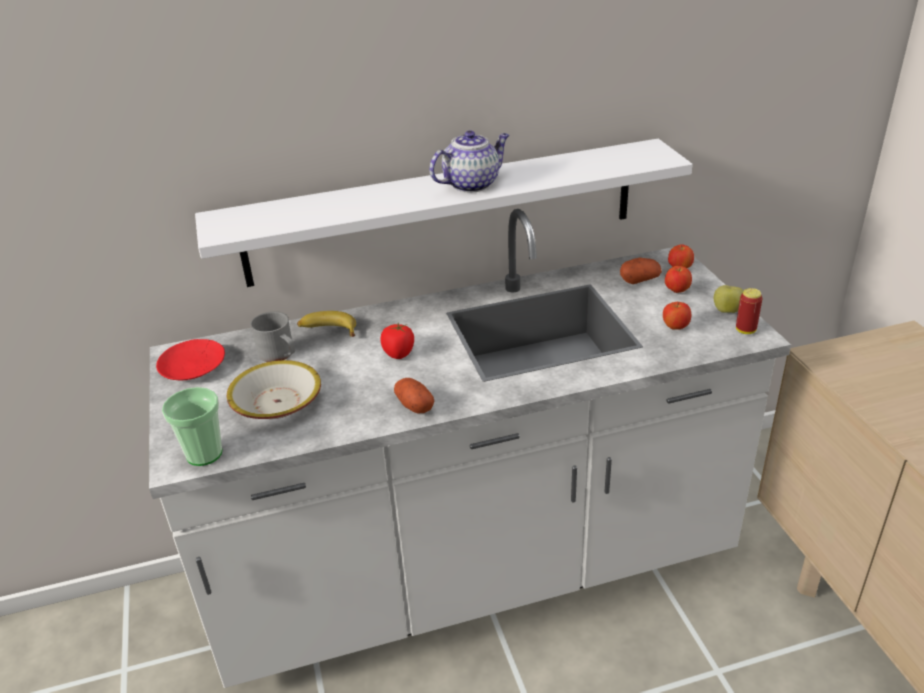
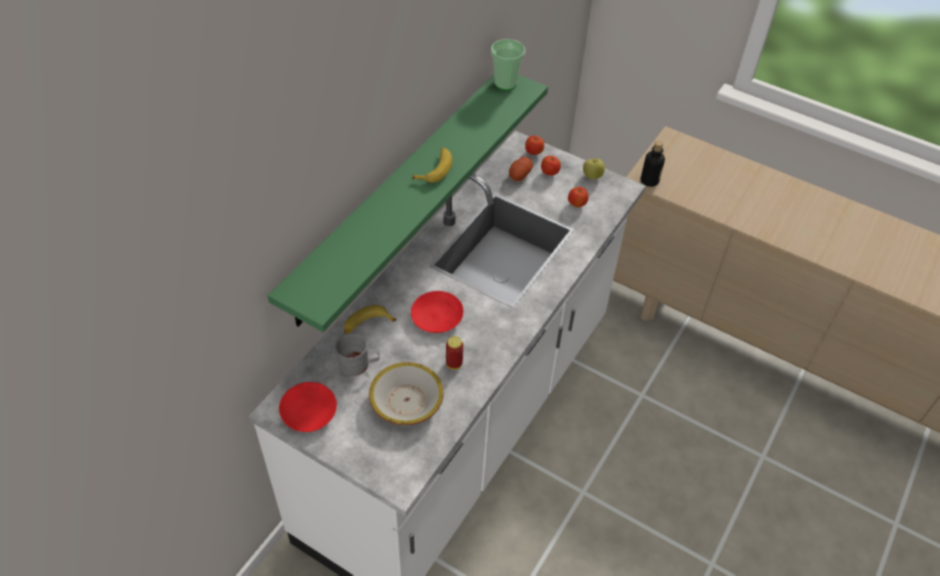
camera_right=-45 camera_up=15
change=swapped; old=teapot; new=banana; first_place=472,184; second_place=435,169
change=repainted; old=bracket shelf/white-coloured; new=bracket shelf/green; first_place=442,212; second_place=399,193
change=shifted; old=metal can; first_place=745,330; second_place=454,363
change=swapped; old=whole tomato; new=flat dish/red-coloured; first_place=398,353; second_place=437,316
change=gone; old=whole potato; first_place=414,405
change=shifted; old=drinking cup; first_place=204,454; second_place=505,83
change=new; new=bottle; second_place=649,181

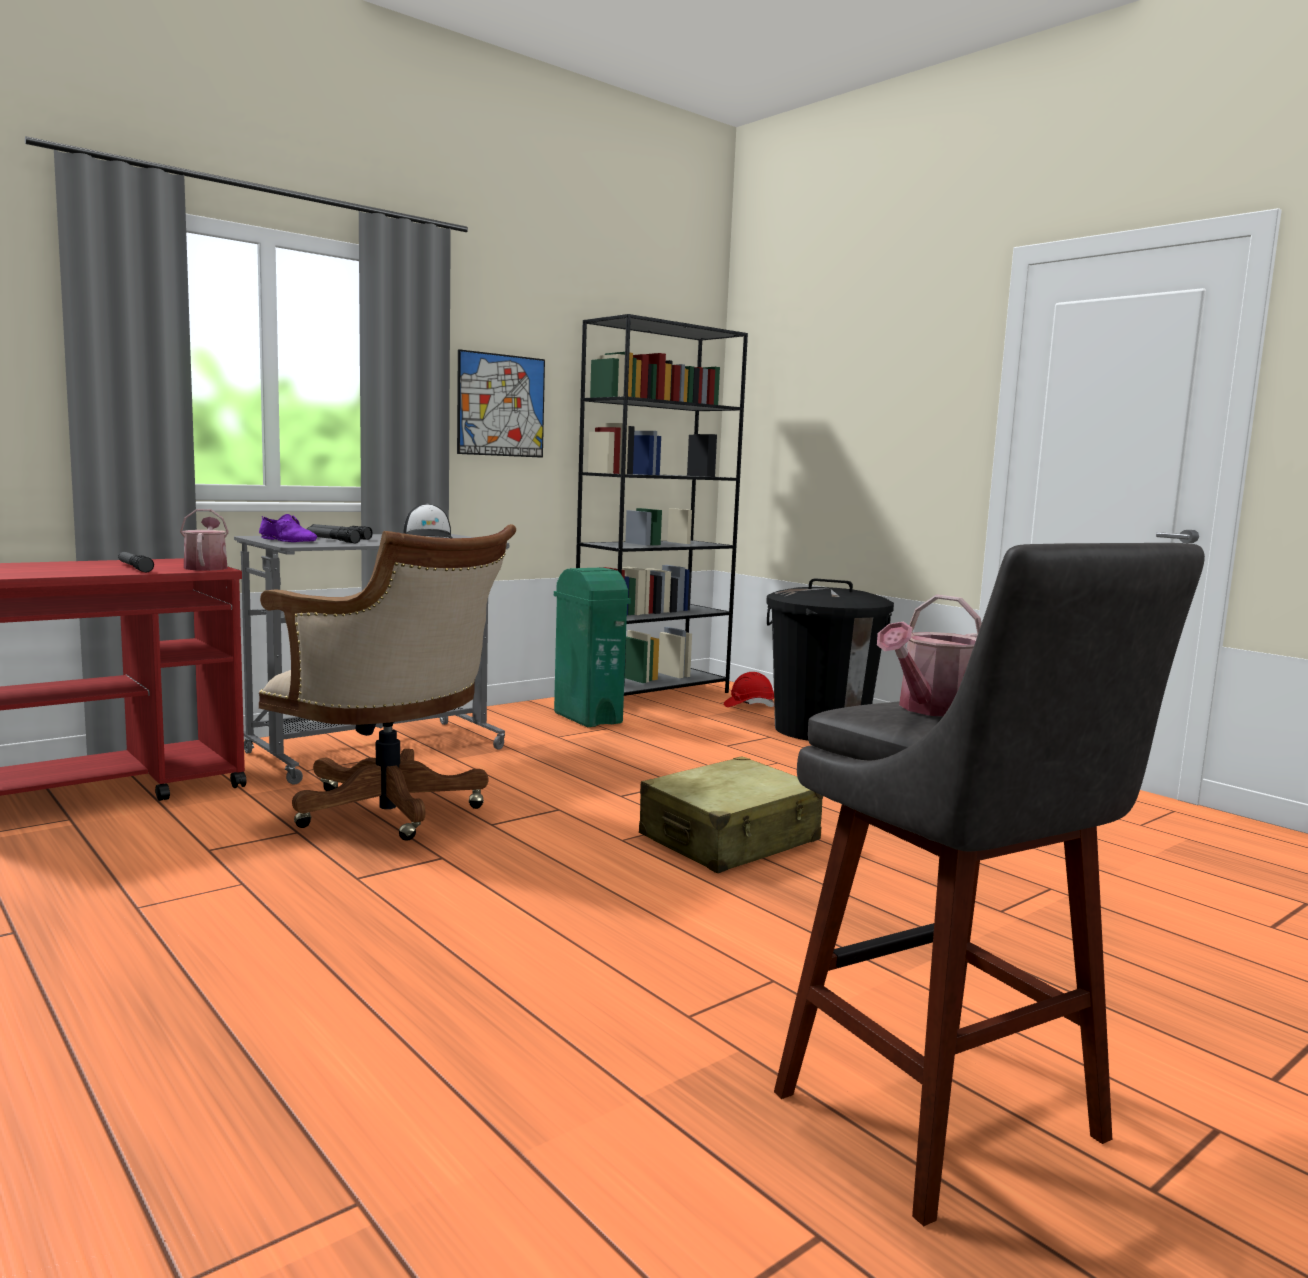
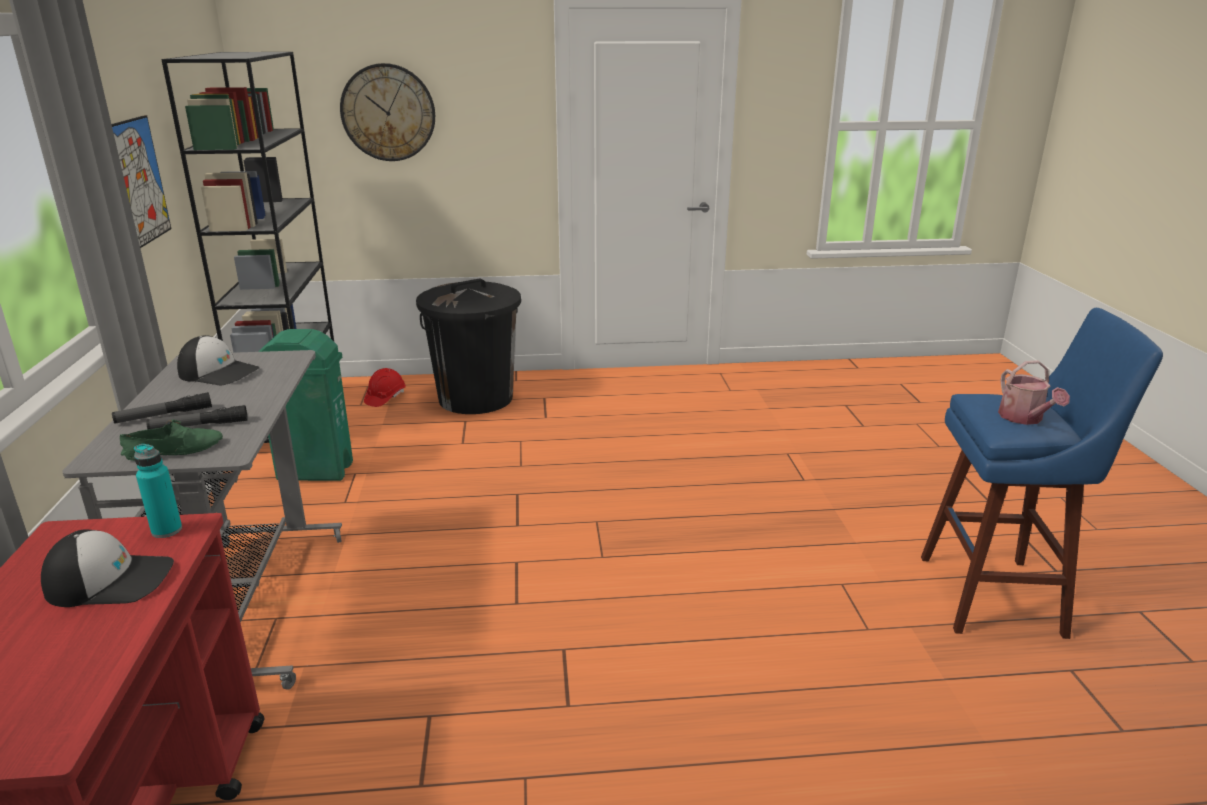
camera_right=-55 camera_up=15
change=swapped; old=watering pot; new=bottle/blue-green; first_place=206,567; second_place=167,530
change=repainted; old=item of footwear/purple-coloured; new=item of footwear/green; first_place=288,540; second_place=174,450
change=gone; old=desk chair; first_place=394,811
change=repainted; old=stool/greyish; new=stool/bluish; first_place=947,1124; second_place=997,596
change=swapped; old=hand torch; new=baseball cap; first_place=134,568; second_place=111,580
change=gone; old=suitcase/sand-coloured; first_place=730,839
change=new; new=clock on the wall; second_place=388,113

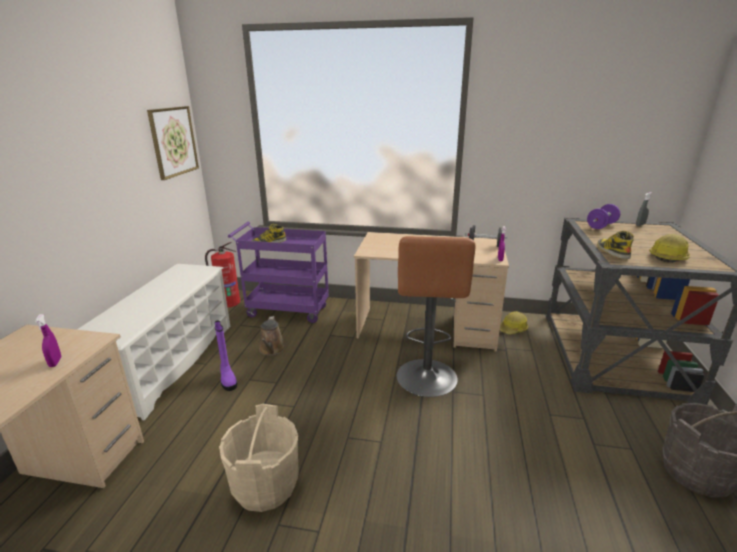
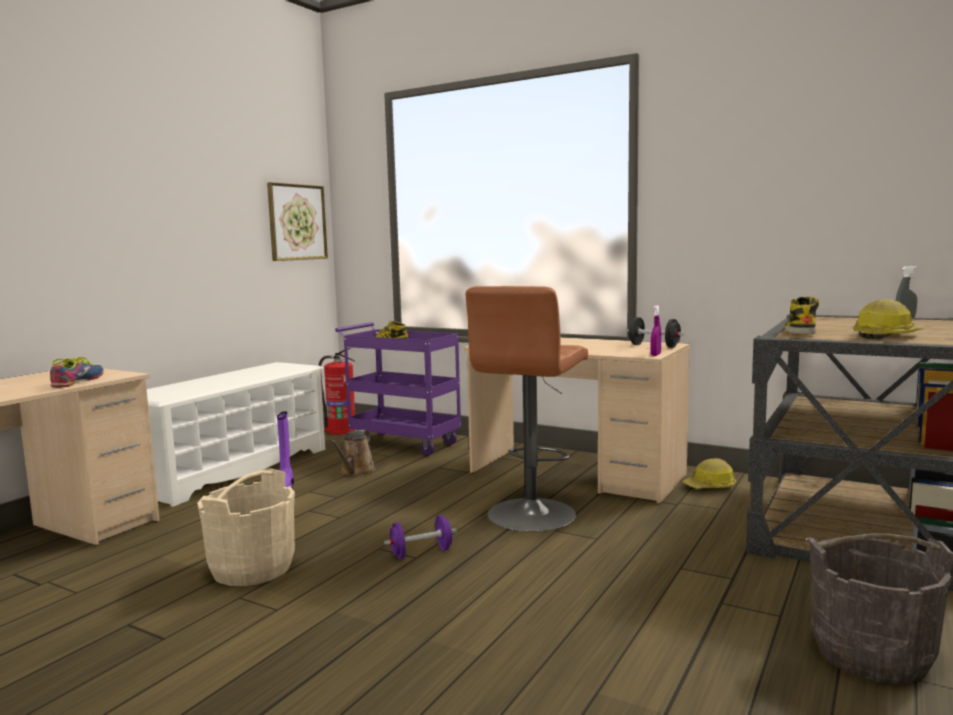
camera_right=20 camera_up=-15
change=shifted; old=dumbbell/purple-coloured; first_place=601,226; second_place=421,553
change=swapped; old=hand sprayer/purple-coloured; new=item of footwear; first_place=55,362; second_place=77,381

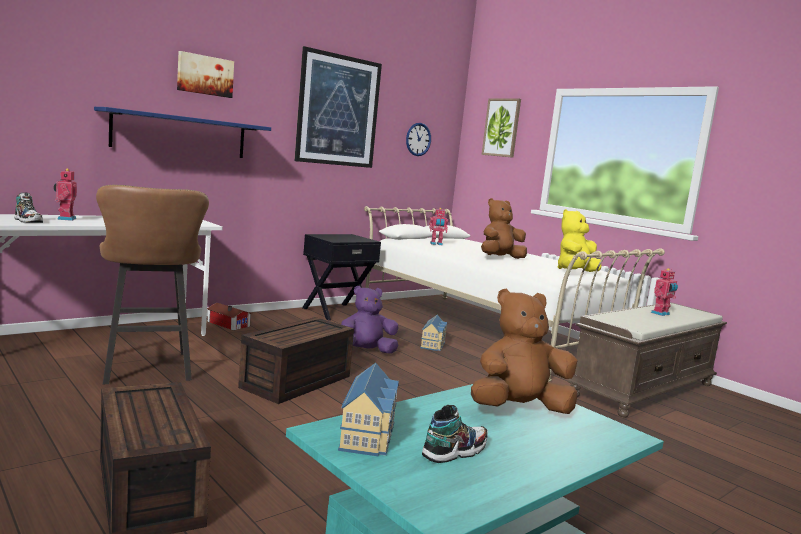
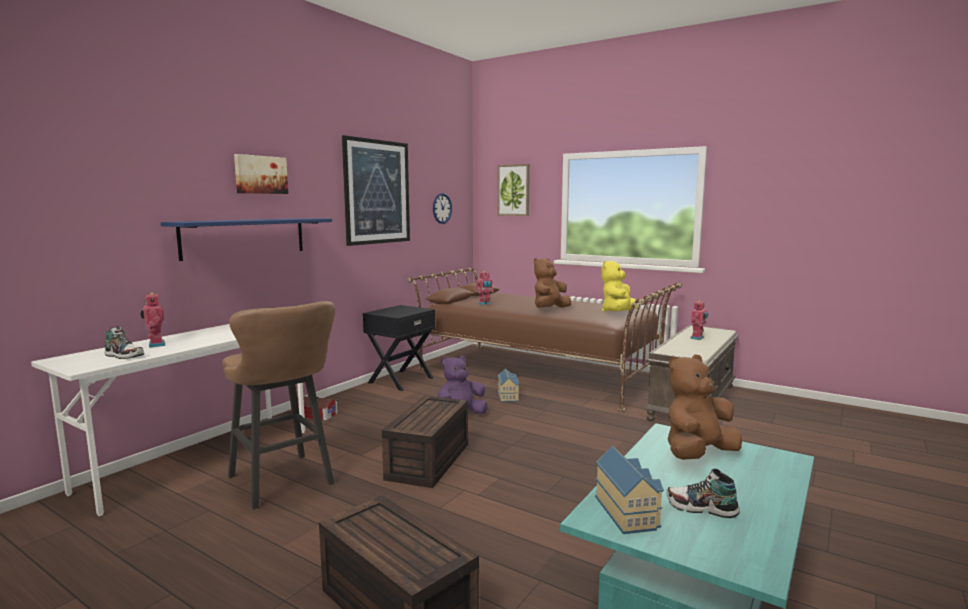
camera_right=-15 camera_up=0
change=repainted; old=bedroom bed/white-coloured; new=bedroom bed/brown-coloured; first_place=485,331; second_place=537,374
change=rotated; old=item of footwear; first_place=454,451; second_place=701,508; degrees=-105

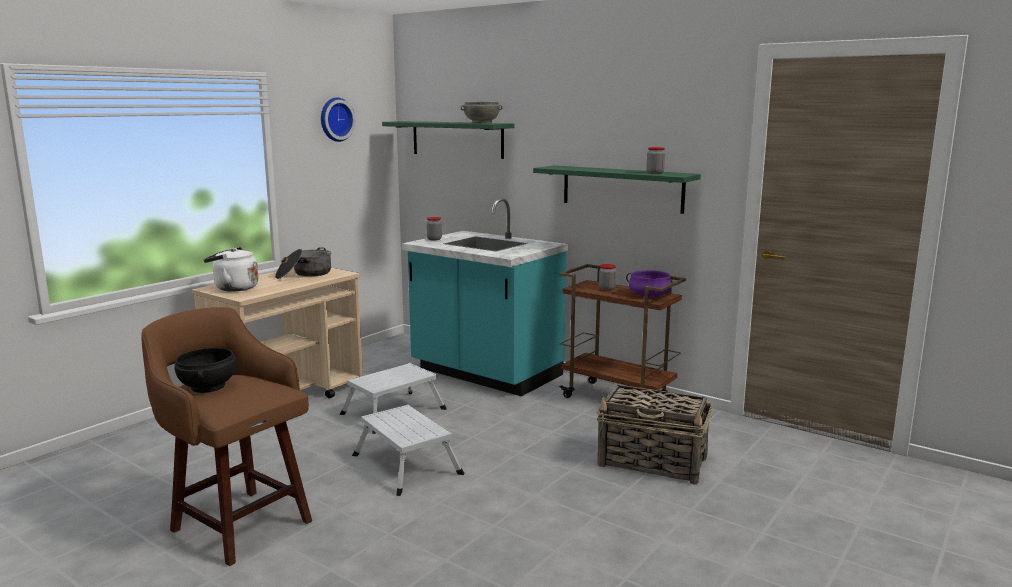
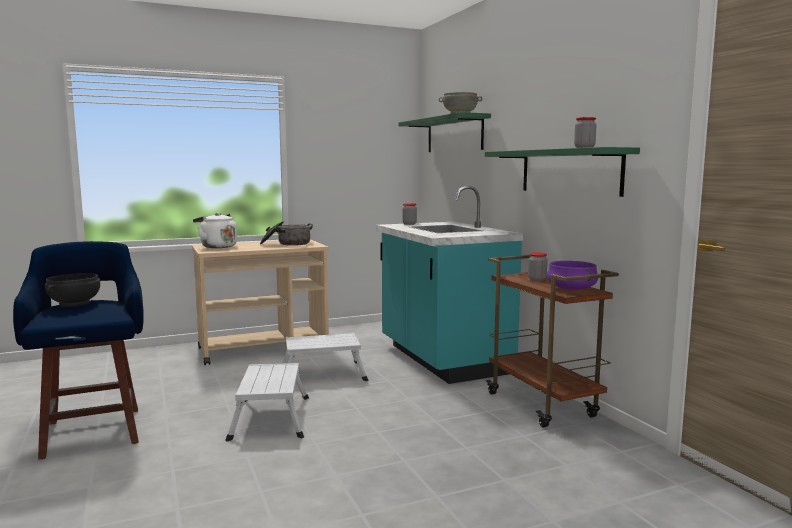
camera_right=30 camera_up=-5
change=gone; old=clock on the wall; first_place=335,119
change=repainted; old=stool/brown-coloured; new=stool/bluish; first_place=238,524; second_place=93,430
change=gone; old=storage basket; first_place=653,462

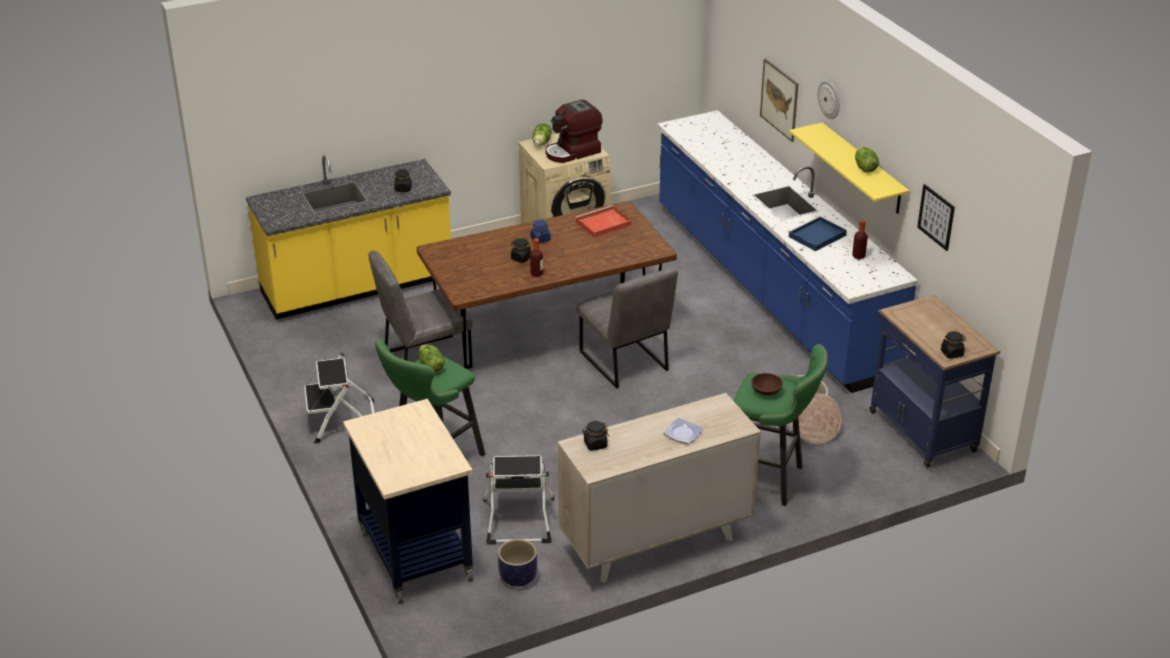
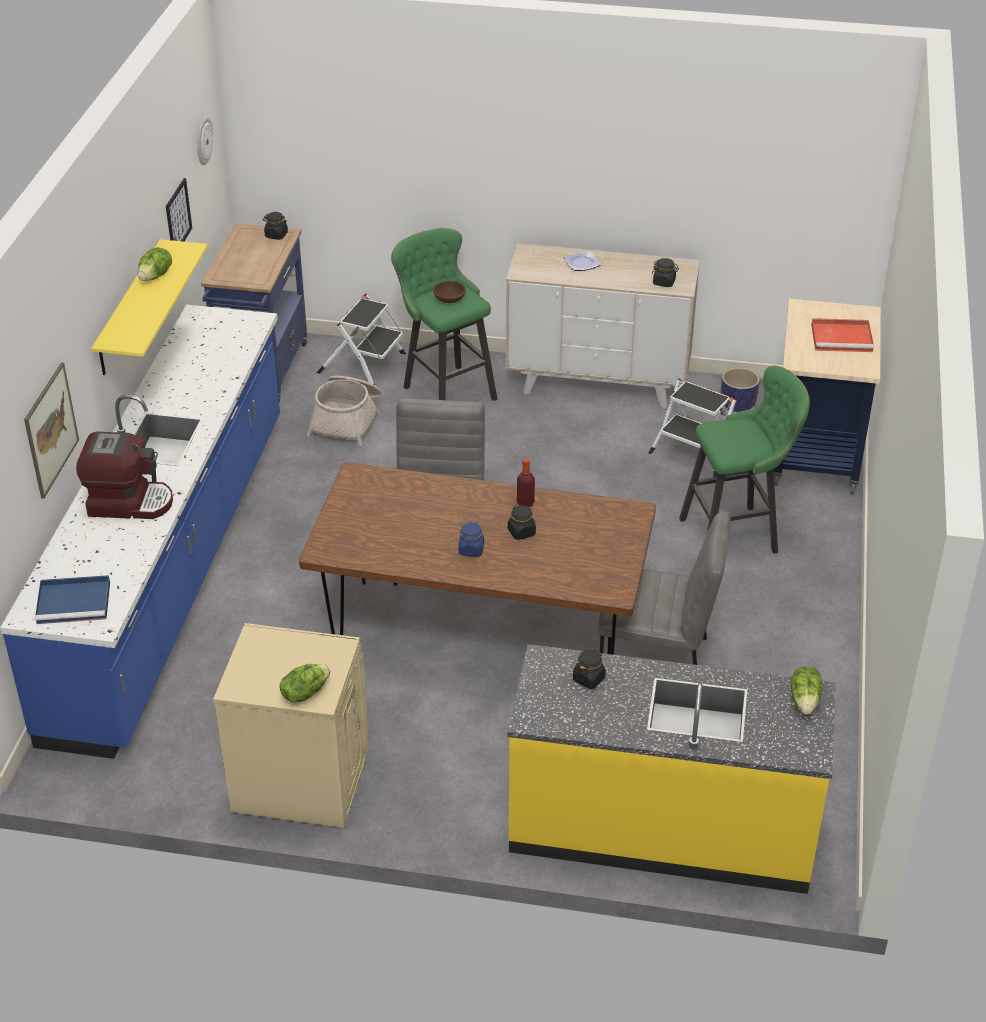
camera_right=-145 camera_up=5
change=shifted; old=clock on the wall; first_place=829,99; second_place=203,140
change=shifted; old=coffee machine; first_place=573,152; second_place=129,502
change=shifted; old=serving tray/red-coloured; first_place=602,224; second_place=843,338
change=shifted; old=serving tray/bluish; first_place=816,236; second_place=75,602
change=gone; old=bottle; first_place=858,256
change=shifted; old=lettuce; first_place=431,367; second_place=805,700
change=shifted; old=stepladder; first_place=342,419; second_place=362,364

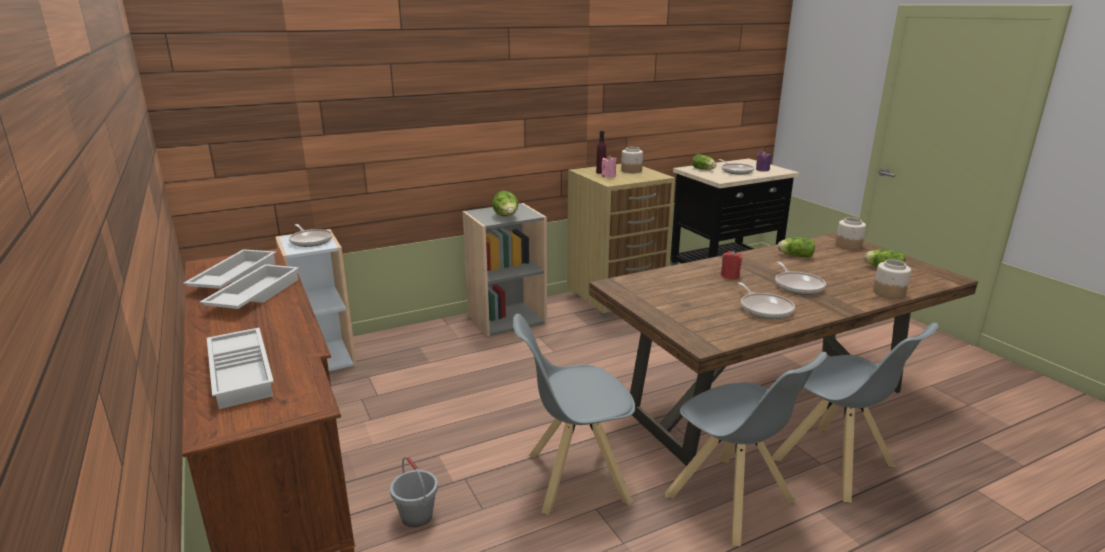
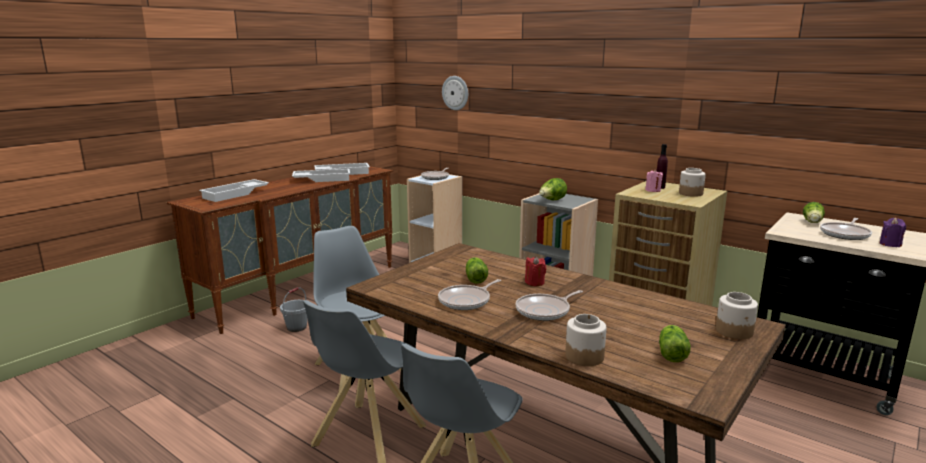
camera_right=65 camera_up=-5
change=shifted; old=lettuce; first_place=794,255; second_place=475,278
change=new; new=clock on the wall; second_place=455,93

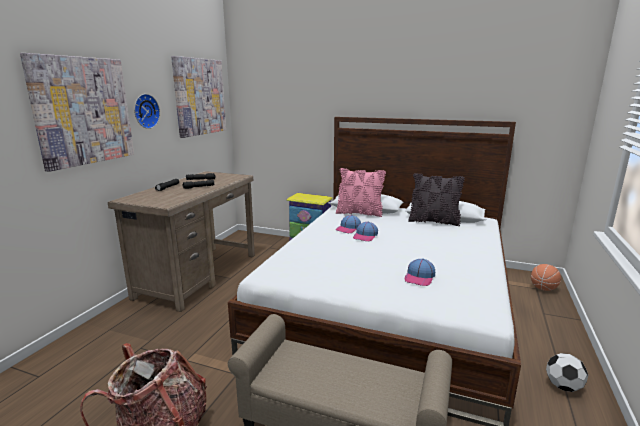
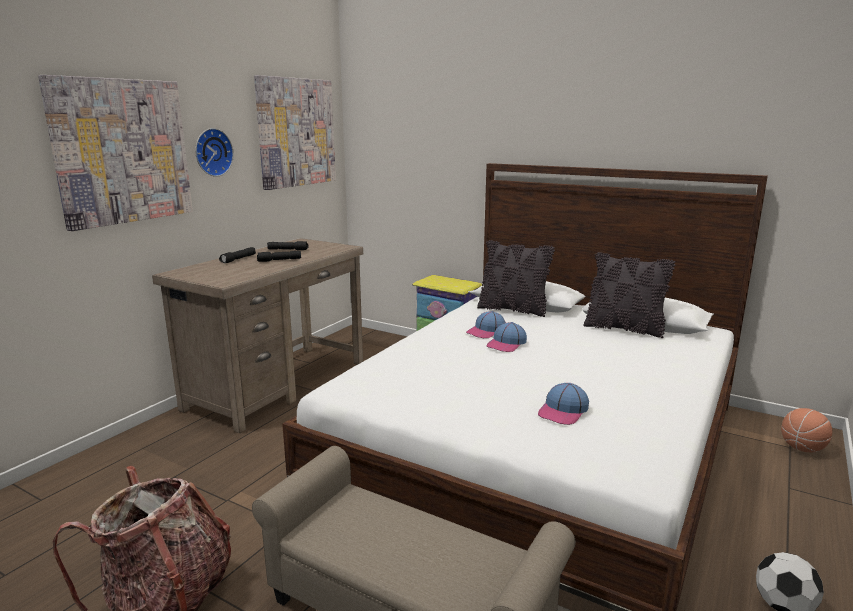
camera_right=10 camera_up=0
change=repainted; old=throw pillow/pinkish; new=throw pillow/blackish; first_place=359,213; second_place=513,310

